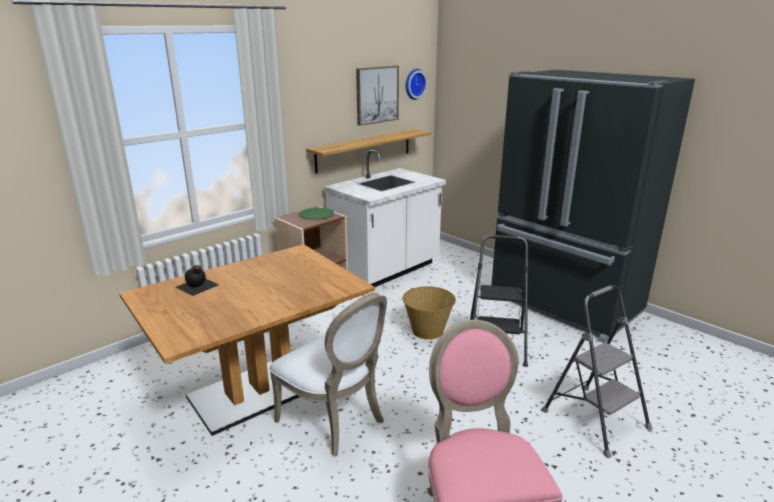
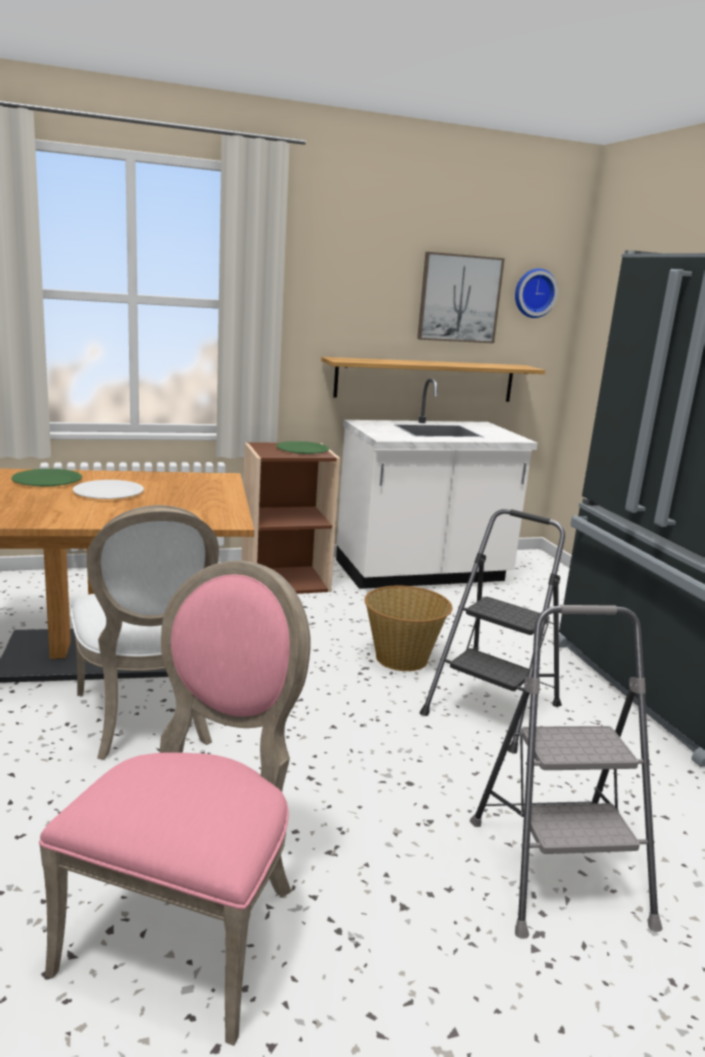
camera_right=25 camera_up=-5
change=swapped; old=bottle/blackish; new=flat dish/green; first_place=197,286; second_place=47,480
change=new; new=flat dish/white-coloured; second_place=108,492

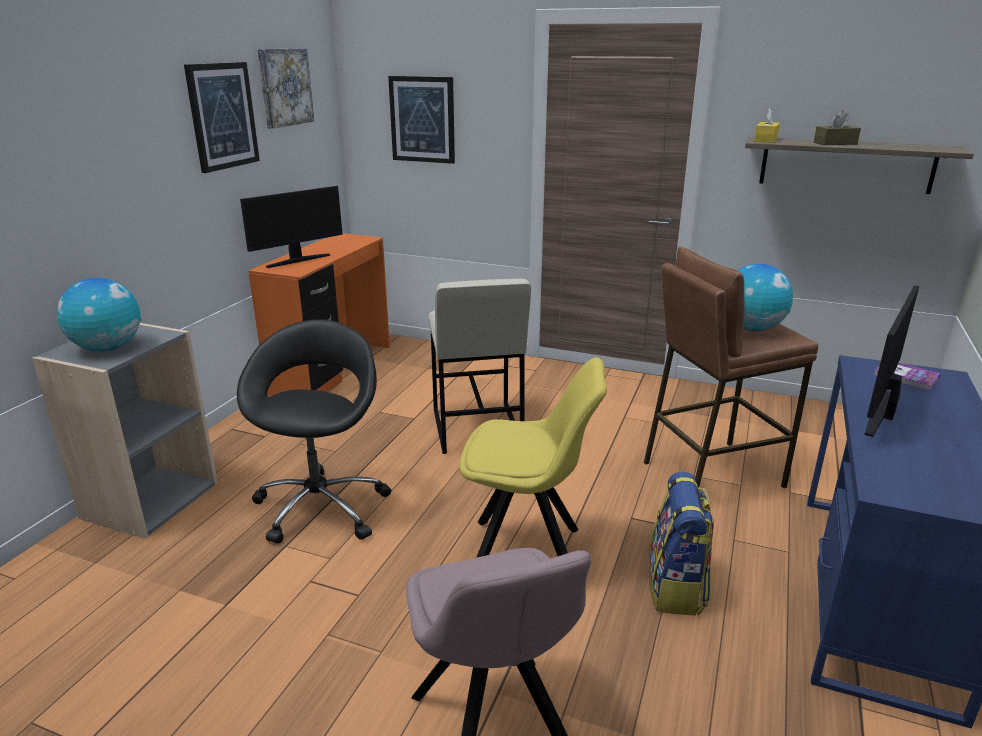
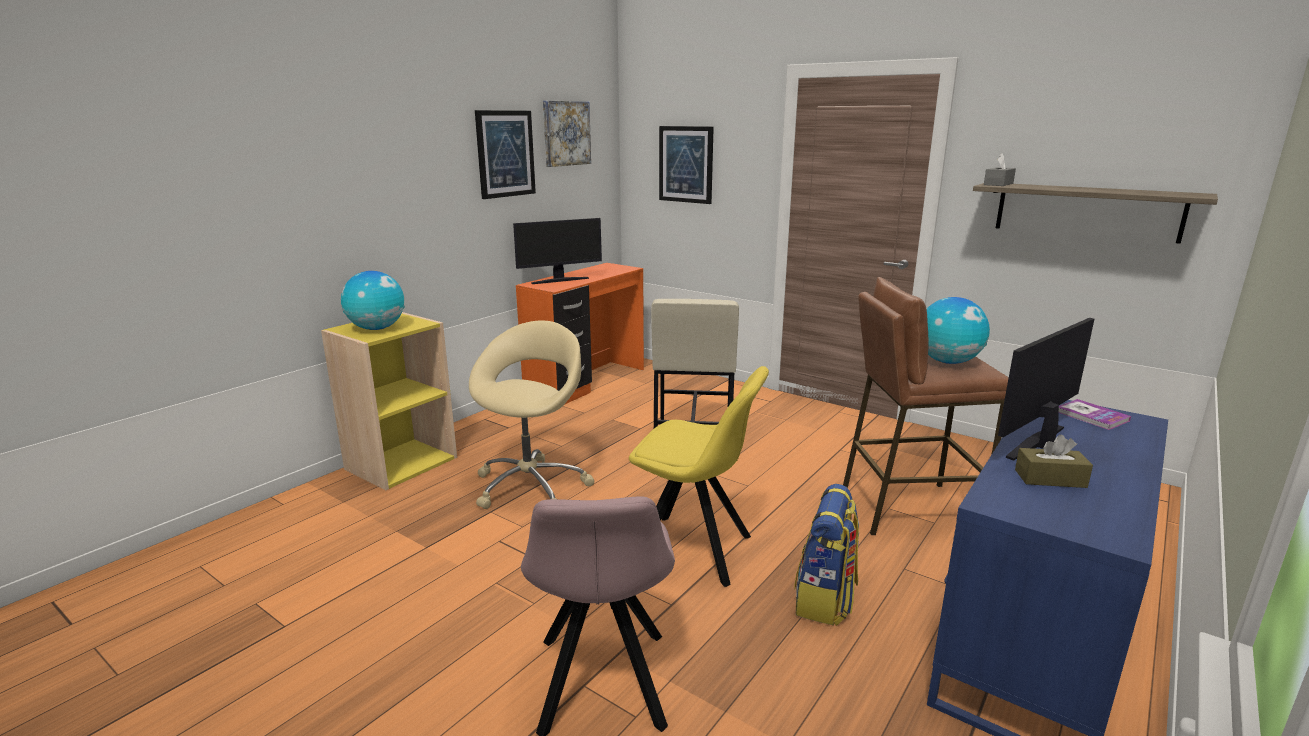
camera_right=15 camera_up=-5
change=repainted; old=box of tissues/yellow; new=box of tissues/greyish; first_place=765,140; second_place=998,184
change=shifted; old=box of tissues/brown-coloured; first_place=835,143; second_place=1050,478
change=repainted; old=desk chair/blackish; new=desk chair/sand-coloured; first_place=322,506; second_place=532,486
change=repainted; old=shelving unit/greyish; new=shelving unit/yellow; first_place=151,499; second_place=402,462

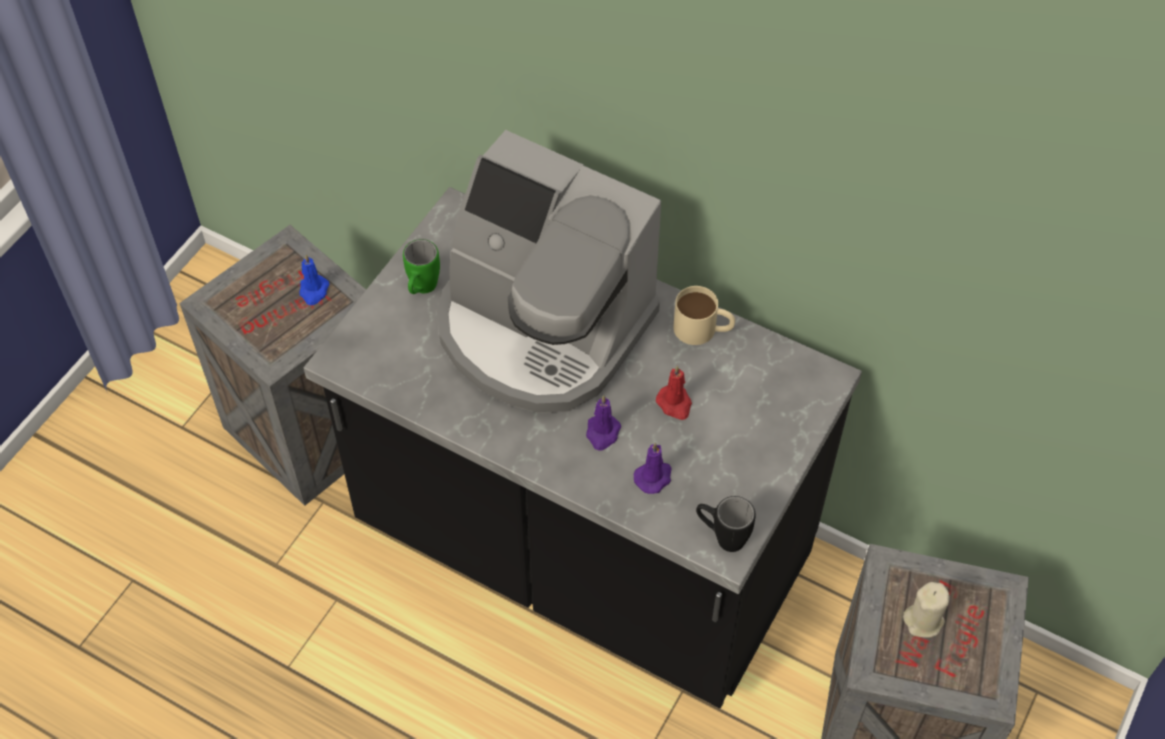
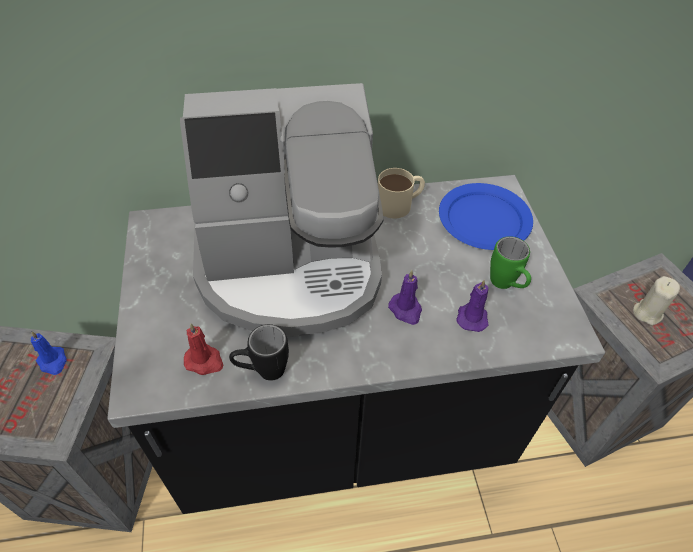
camera_right=-40 camera_up=-5
change=shifted; old=mug/green; first_place=421,290; second_place=506,286
change=shifted; old=candle/red-coloured; first_place=675,404; second_place=204,361
change=shifted; old=mug/blackish; first_place=721,536; second_place=262,371
change=new; new=flat dish/bluish; second_place=484,219

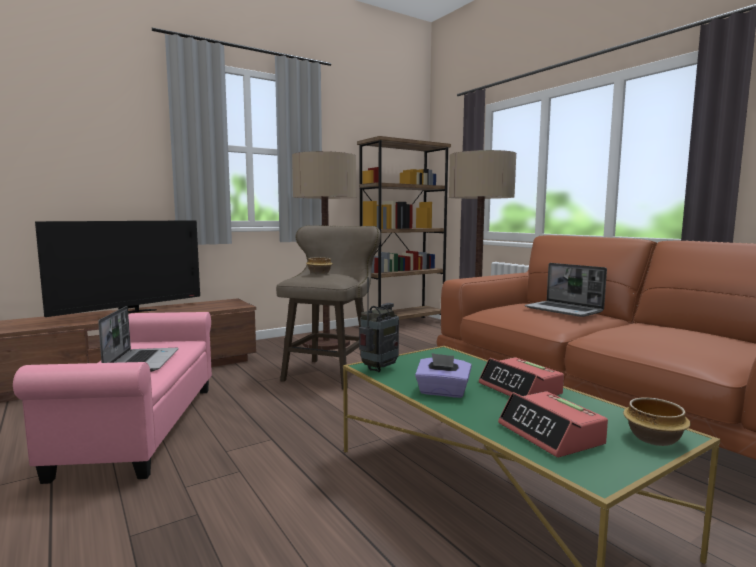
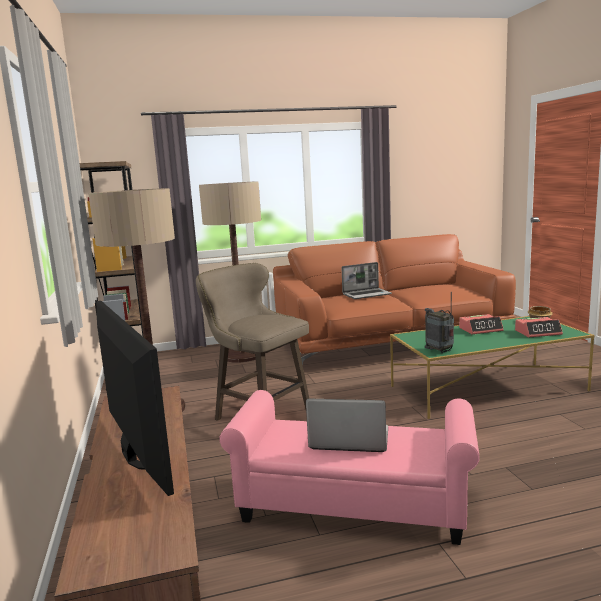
camera_right=-70 camera_up=5
change=gone; old=serving bowl; first_place=319,273
change=gone; old=box of tissues/purple-coloured; first_place=442,392

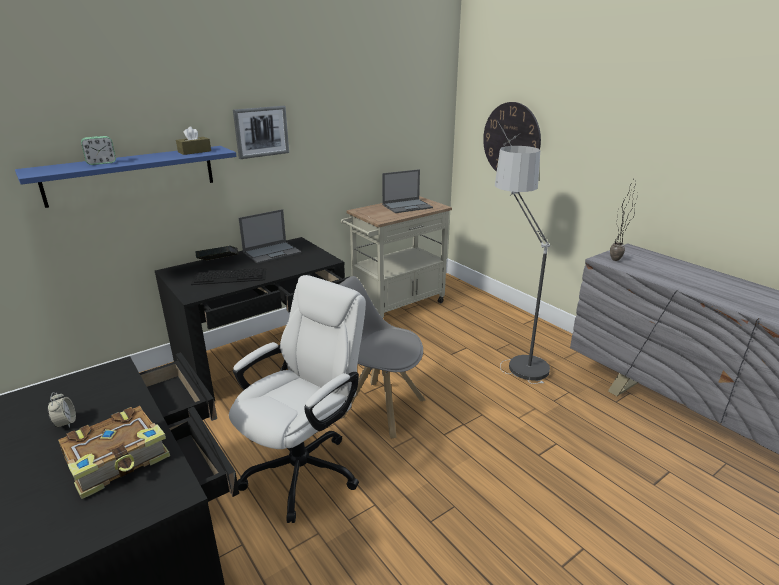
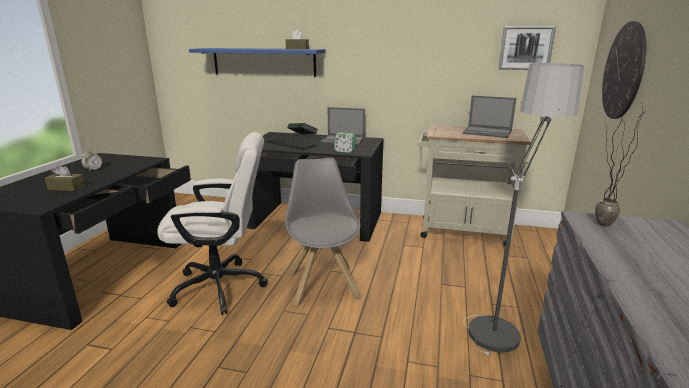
camera_right=50 camera_up=-5
change=shifted; old=wall picture; first_place=261,131; second_place=526,48
change=shifted; old=table clock; first_place=101,163; second_place=344,151
change=swapped; old=book; new=box of tissues/brown-coloured; first_place=119,459; second_place=66,188

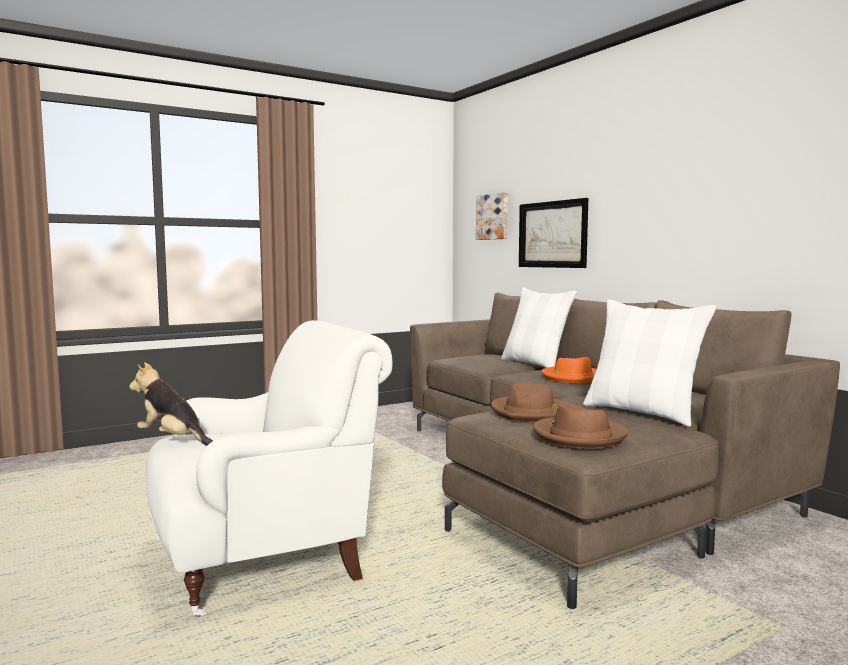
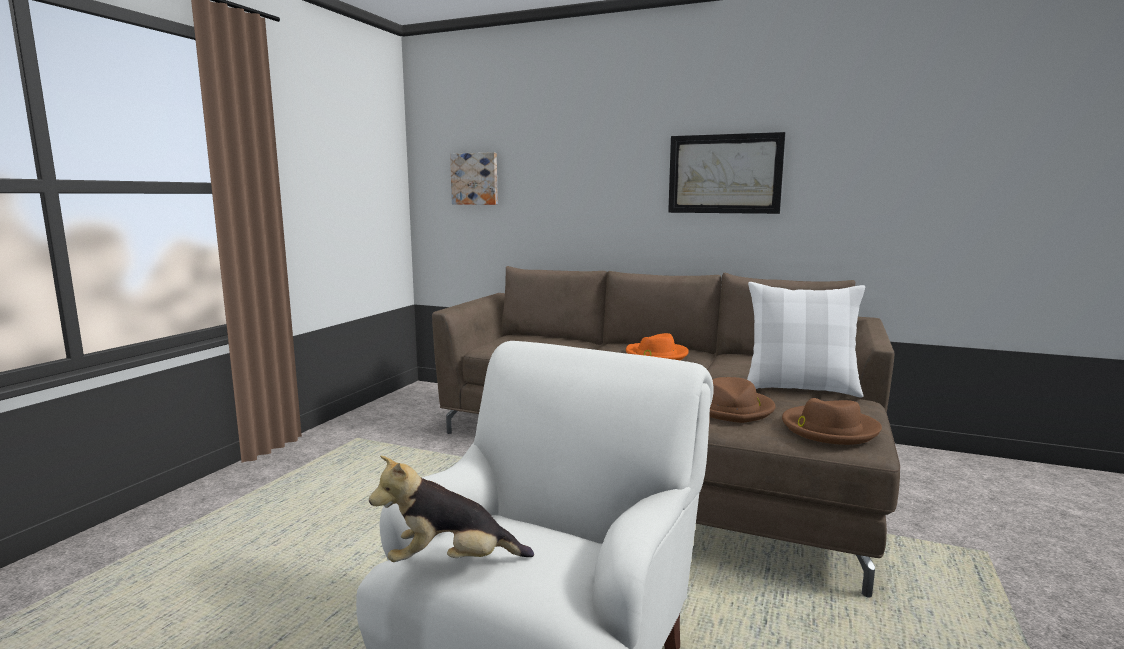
camera_right=-35 camera_up=5
change=shifted; old=wall picture; first_place=552,234; second_place=724,174
change=gone; old=throw pillow/white-coloured; first_place=535,364

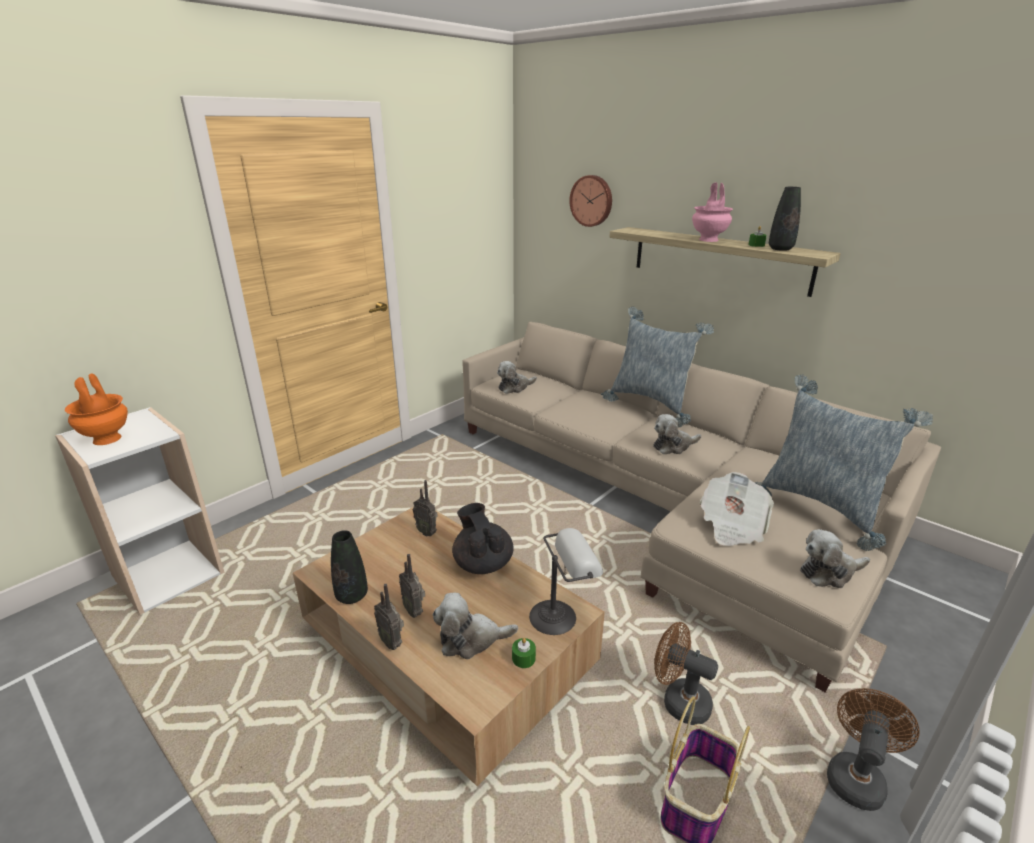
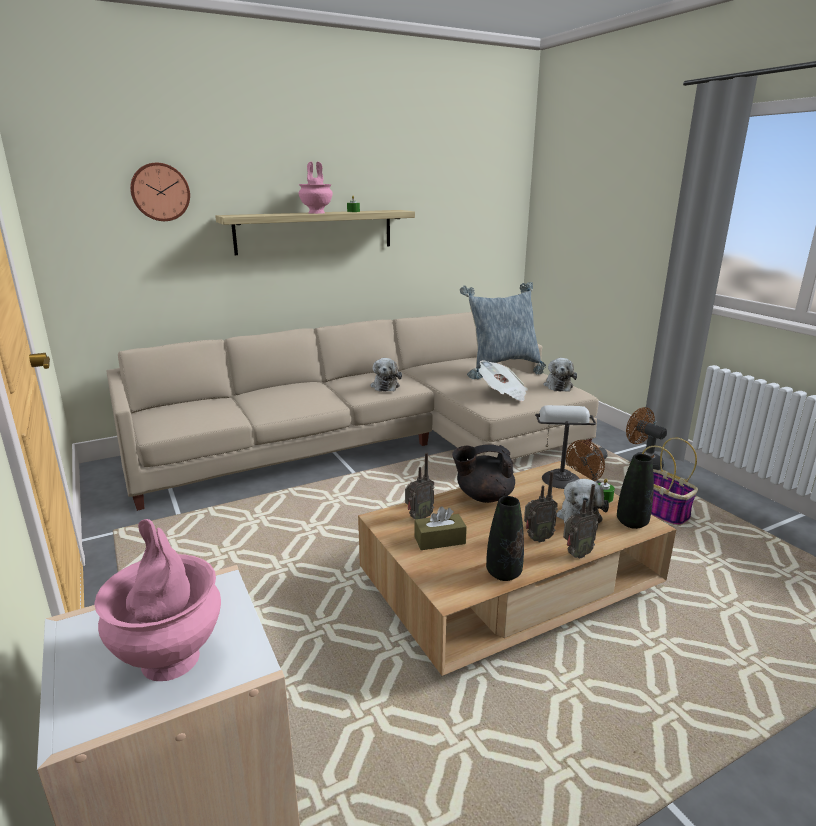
camera_right=-70 camera_up=-5
change=shifted; old=vase/blackish; first_place=780,249; second_place=632,523
change=gone; old=throw pillow; first_place=650,409
change=gone; old=cuddly toy; first_place=514,387
change=repainted; old=vase/orange; new=vase/pinkish; first_place=106,439; second_place=172,660
change=new; new=box of tissues/brown-coloured; second_place=439,540

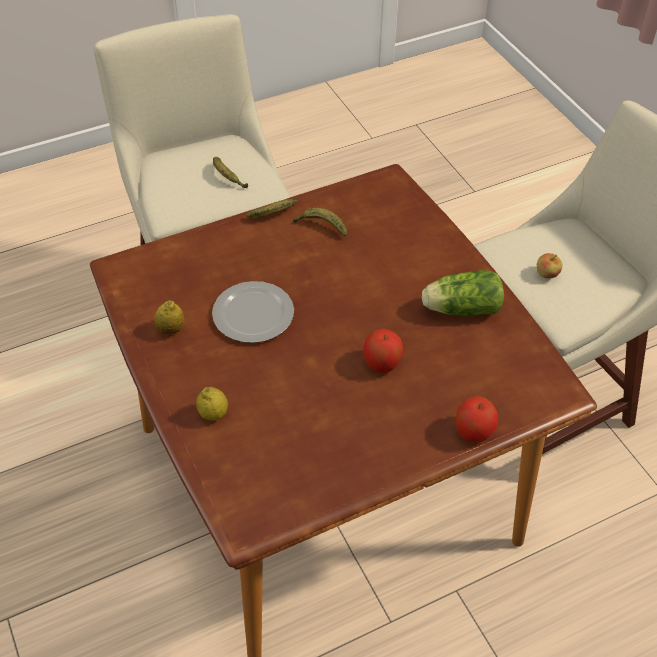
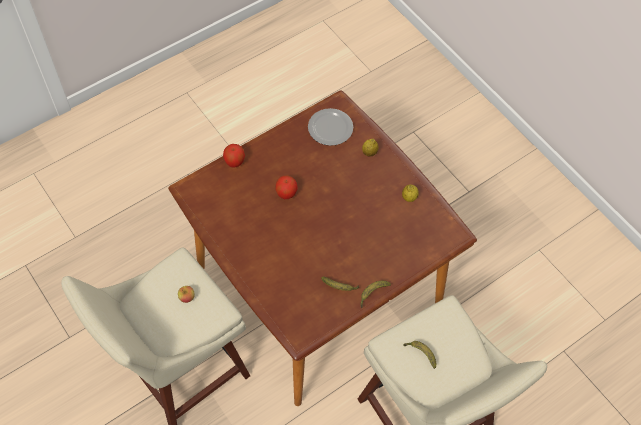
camera_right=170 camera_up=10
change=gone; old=lettuce; first_place=459,309
change=shifted; old=flat dish; first_place=252,315; second_place=331,128

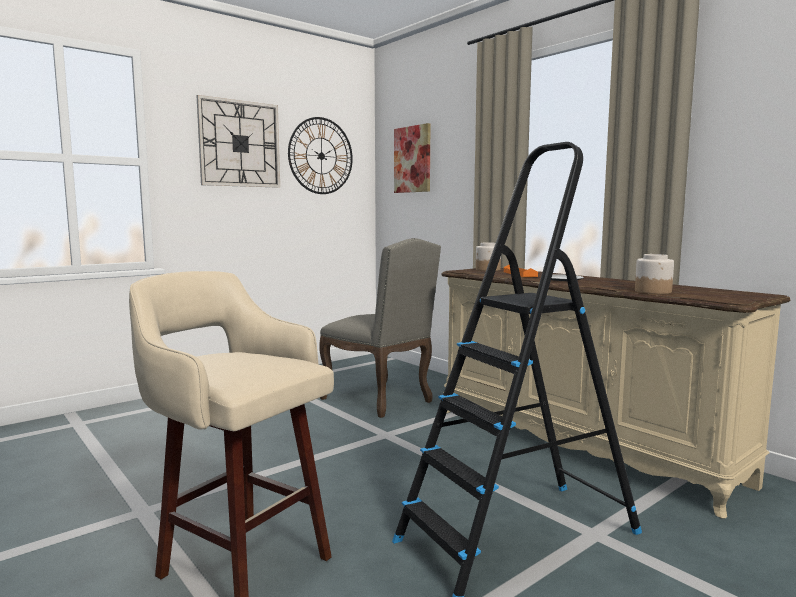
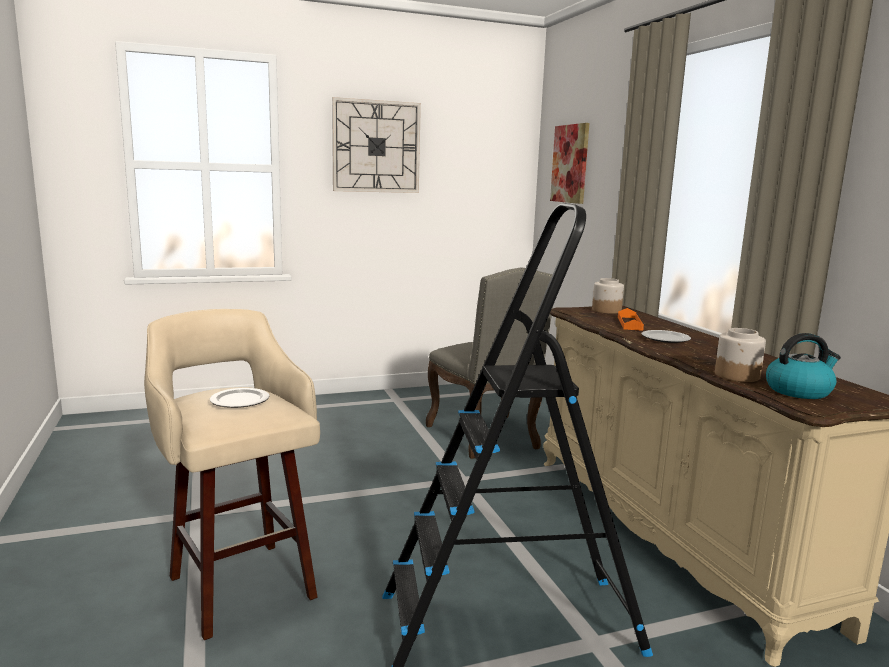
camera_right=20 camera_up=5
change=gone; old=clock on the wall; first_place=321,156
change=new; new=kettle; second_place=799,391
change=new; new=flat dish; second_place=238,400

